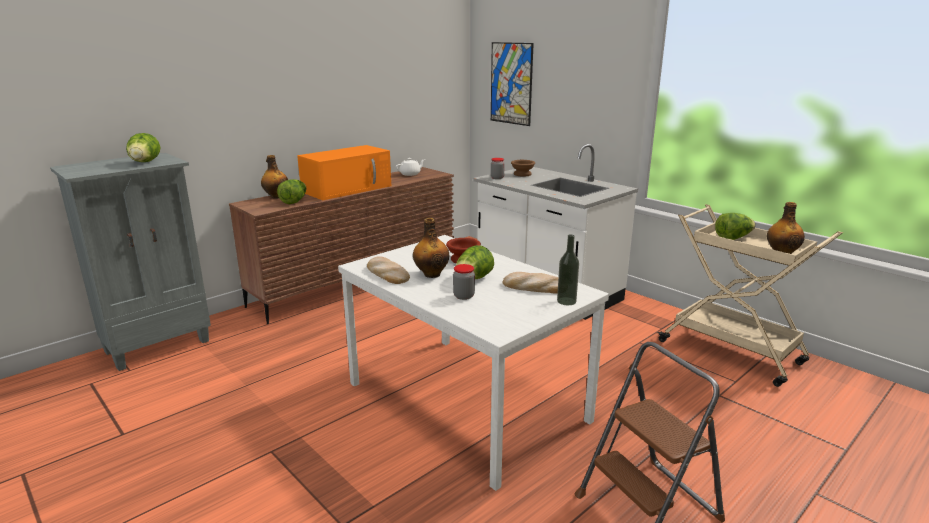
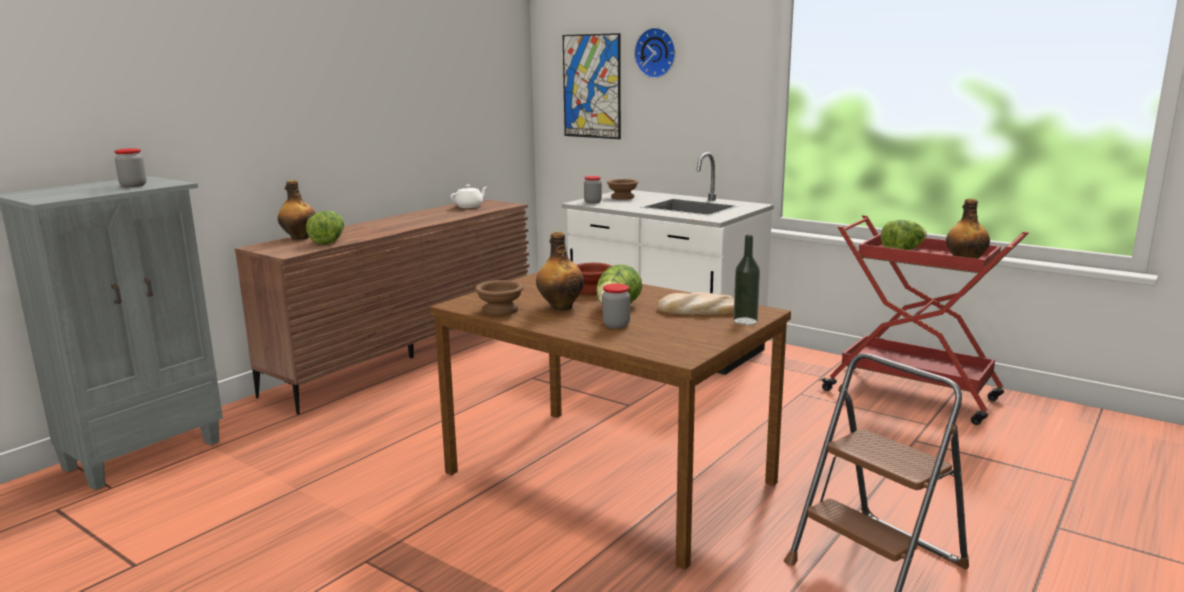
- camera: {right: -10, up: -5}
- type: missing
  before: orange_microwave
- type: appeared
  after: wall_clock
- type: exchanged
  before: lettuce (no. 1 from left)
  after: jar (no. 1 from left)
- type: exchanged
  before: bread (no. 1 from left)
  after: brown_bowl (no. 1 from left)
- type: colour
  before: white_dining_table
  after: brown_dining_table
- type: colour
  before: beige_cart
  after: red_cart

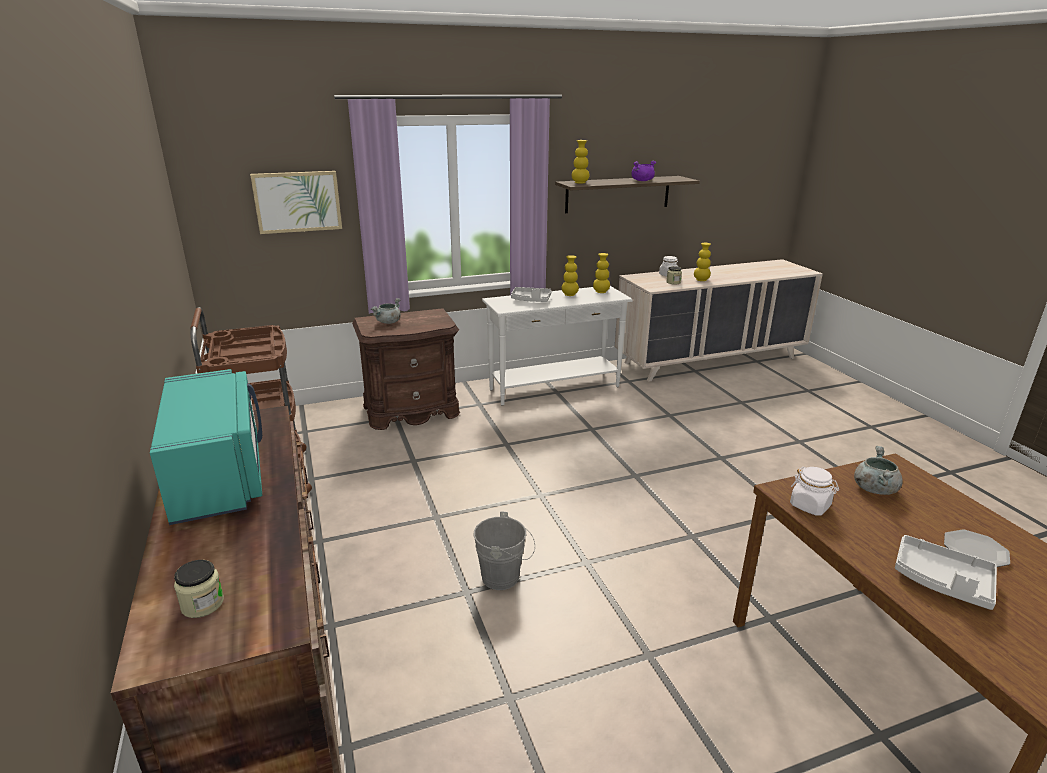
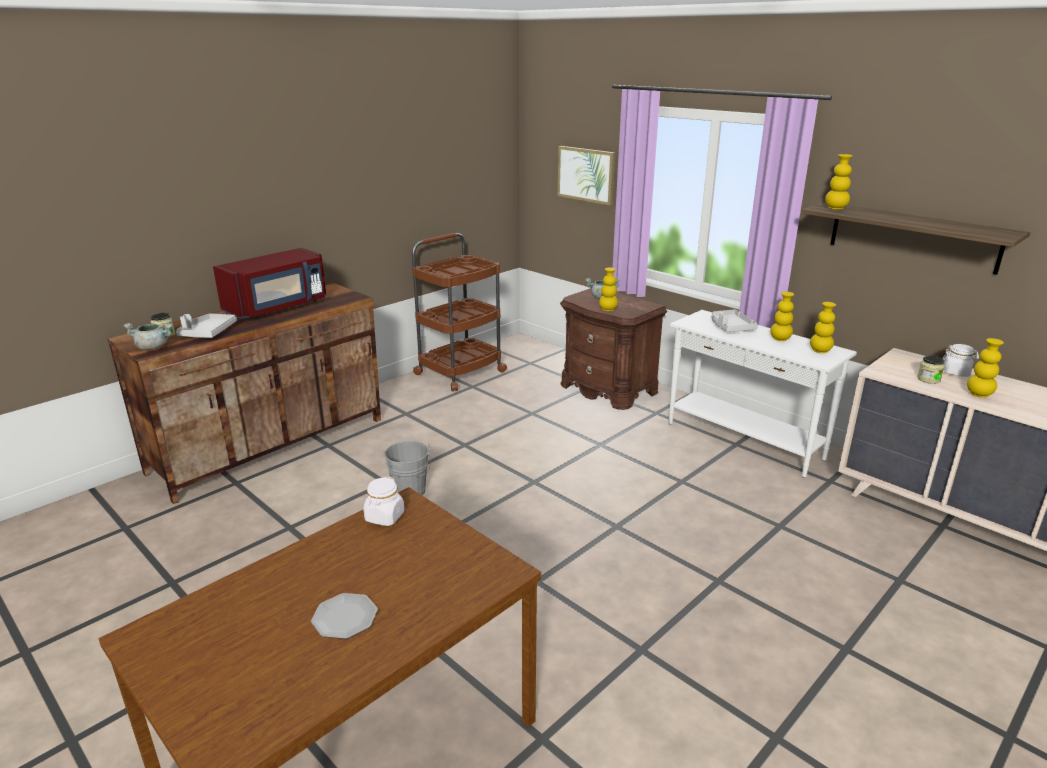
- camera: {right: 65, up: 0}
- type: missing
  before: purple_cooking_pot
- type: appeared
  after: yellow_vase (no. 1 from left)
- type: relocated
  before: grey_cooking_pot (no. 2 from left in the first image)
  after: grey_cooking_pot (no. 1 from left)
- type: relocated
  before: grey_tray (no. 2 from left in the first image)
  after: grey_tray (no. 1 from left)
- type: colour
  before: turquoise_microwave
  after: red_microwave

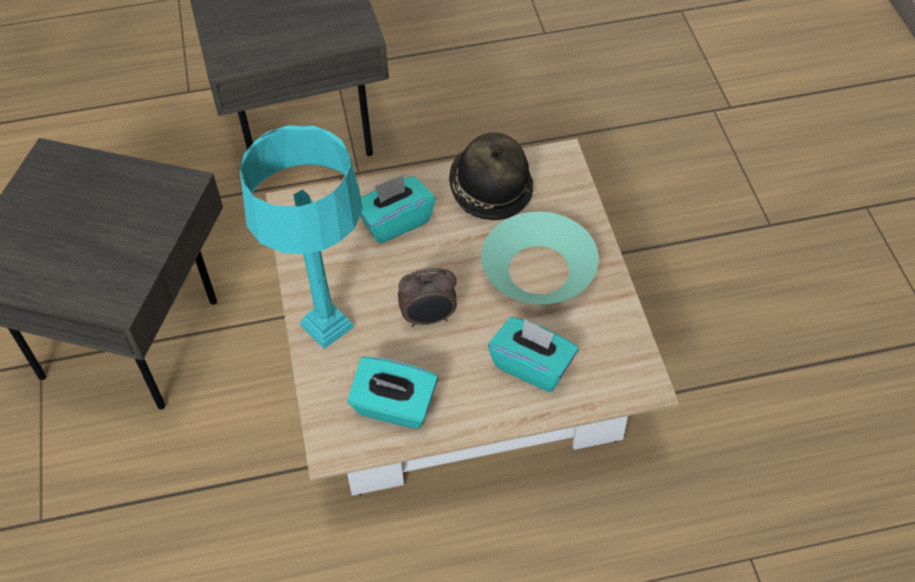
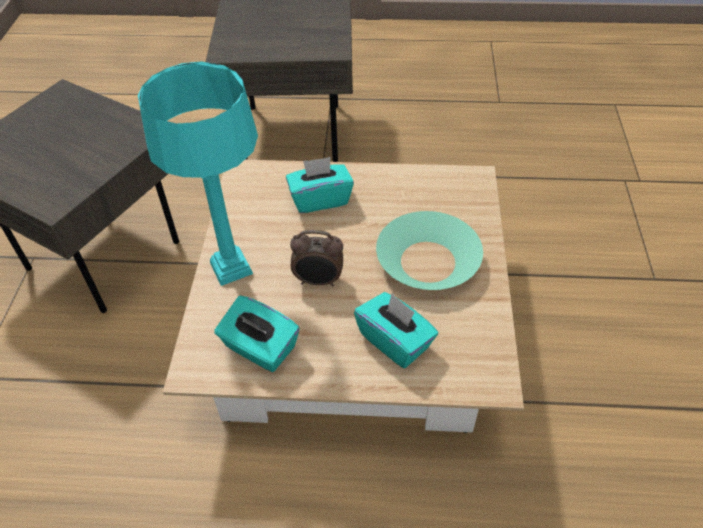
- camera: {right: 15, up: -5}
- type: missing
  before: hat

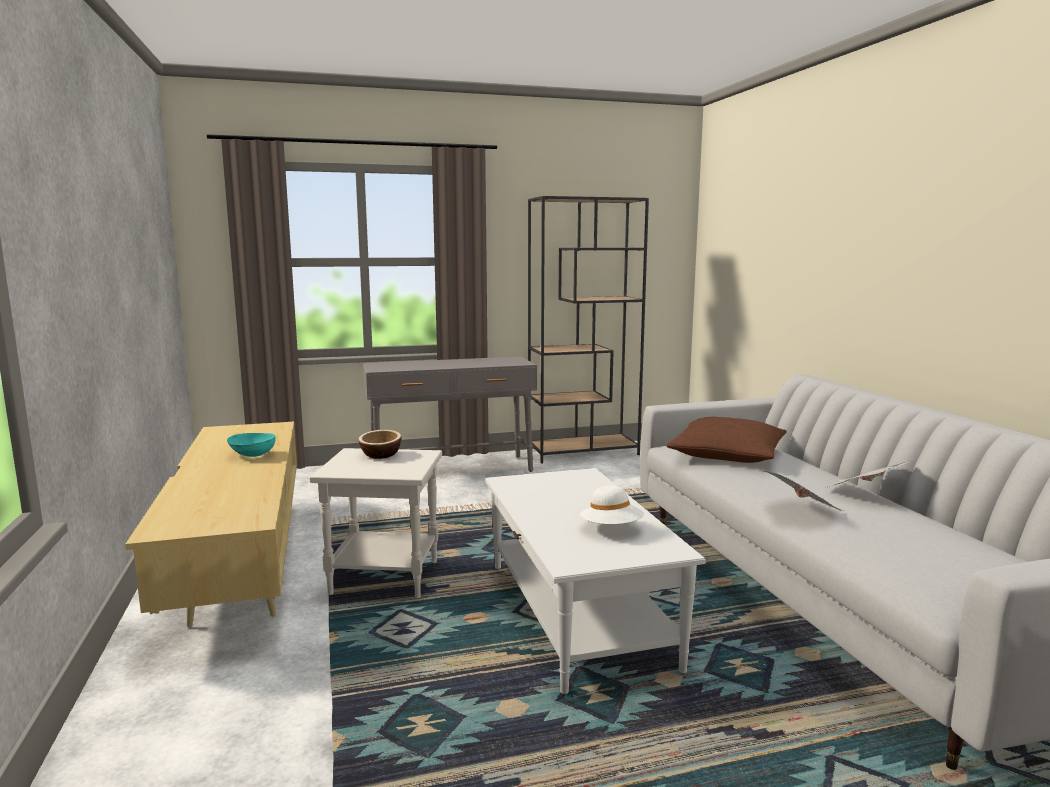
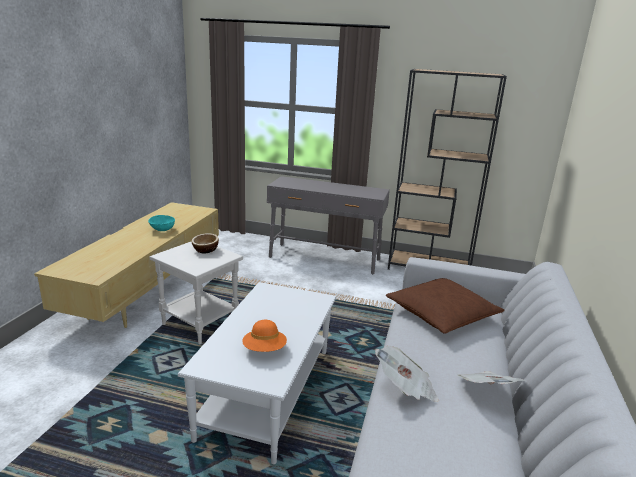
- camera: {right: 30, up: 10}
- type: colour
  before: white_hat
  after: orange_hat

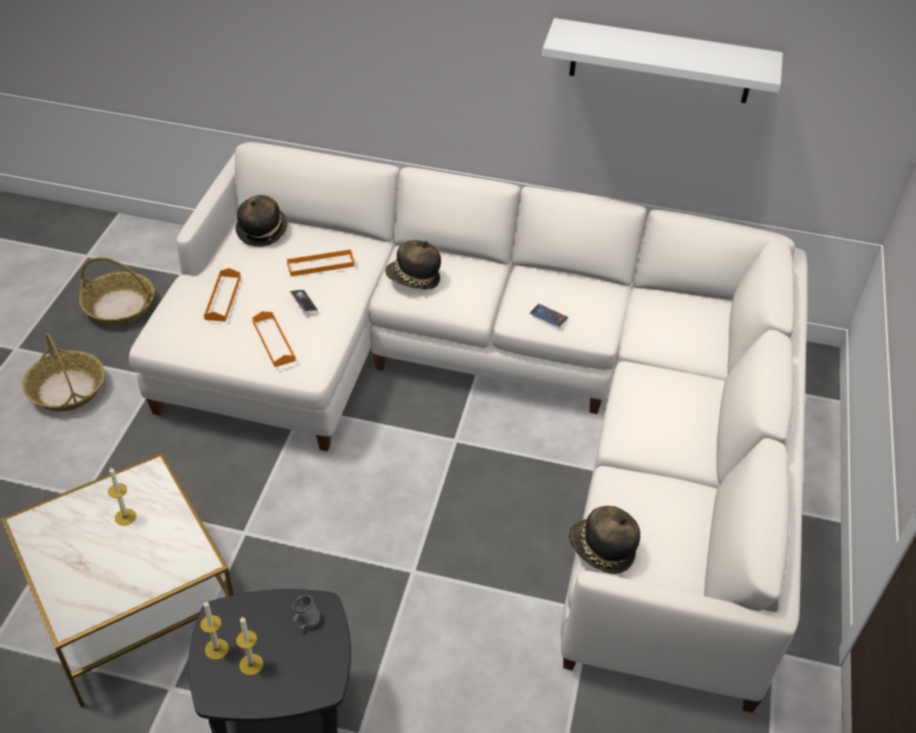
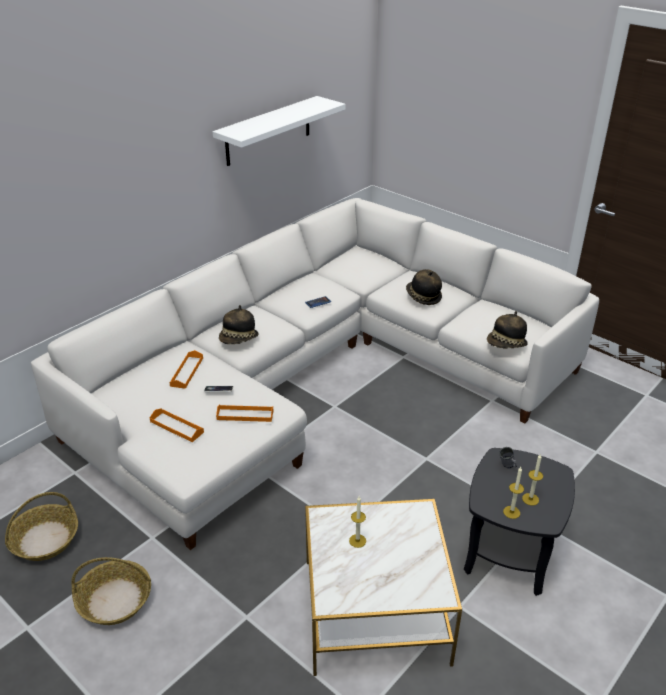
- camera: {right: -60, up: -10}
- type: relocated
  before: hat (no. 1 from left in the first image)
  after: hat (no. 2 from left)

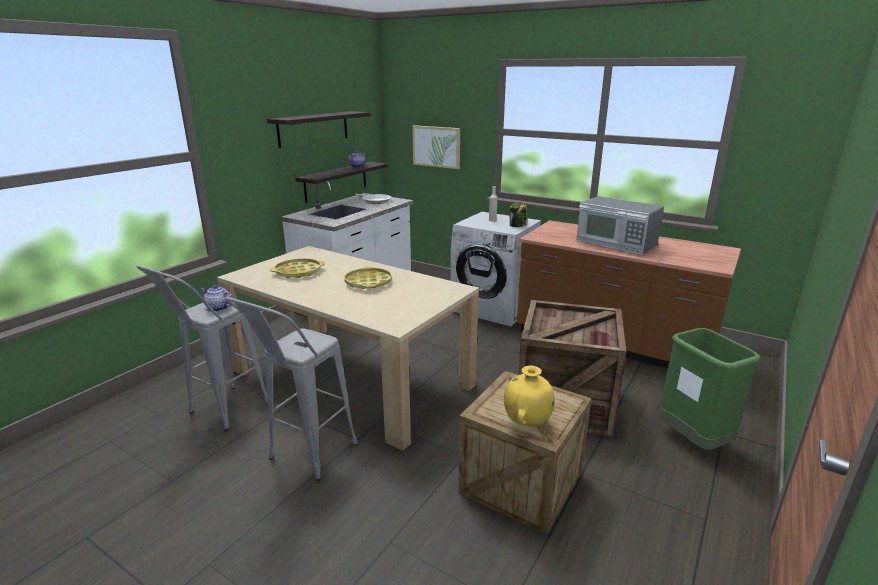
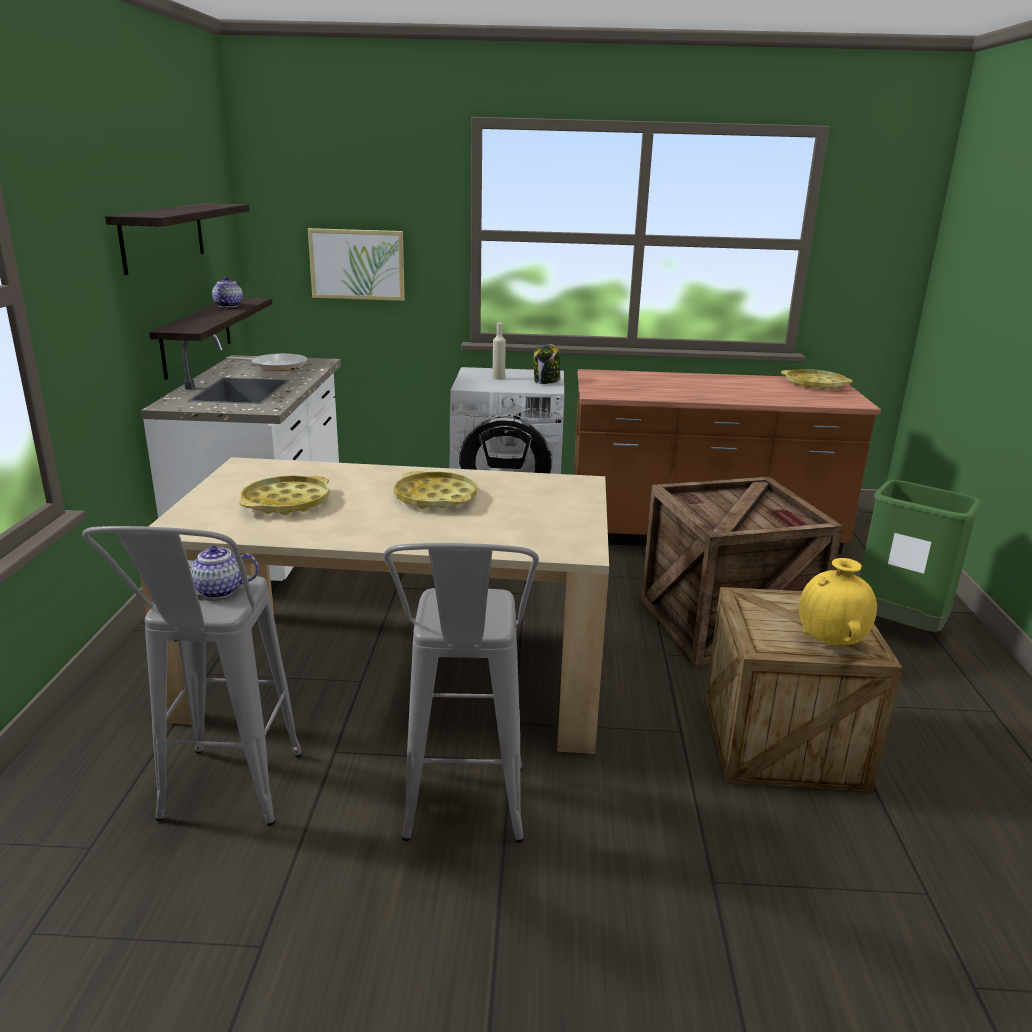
- camera: {right: -30, up: 0}
- type: missing
  before: microwave
- type: appeared
  after: yellow_tray (no. 3 from left)

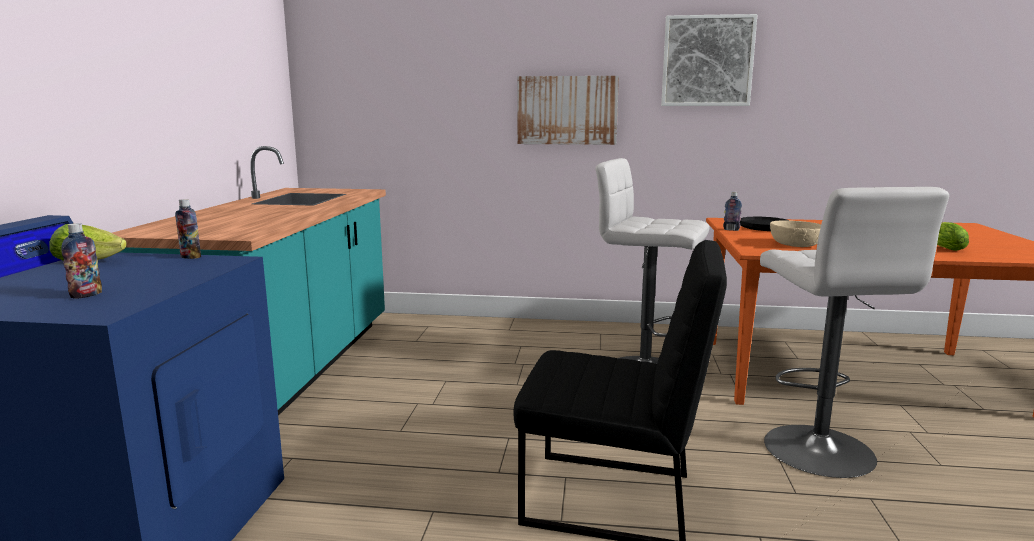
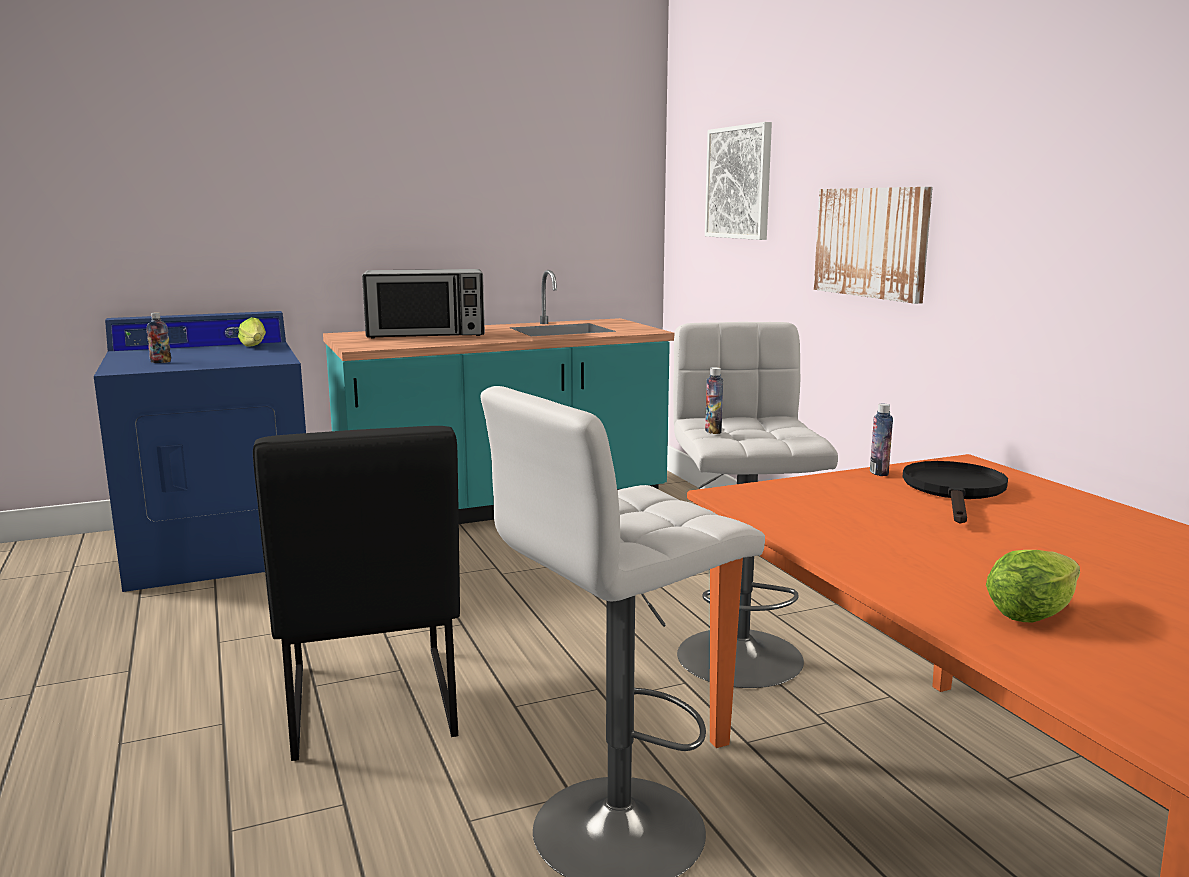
- camera: {right: 60, up: 0}
- type: missing
  before: beige_bowl
- type: appeared
  after: microwave
- type: relocated
  before: bottle (no. 2 from left)
- type: relocated
  before: picture (no. 2 from left in the first image)
  after: picture (no. 1 from left)

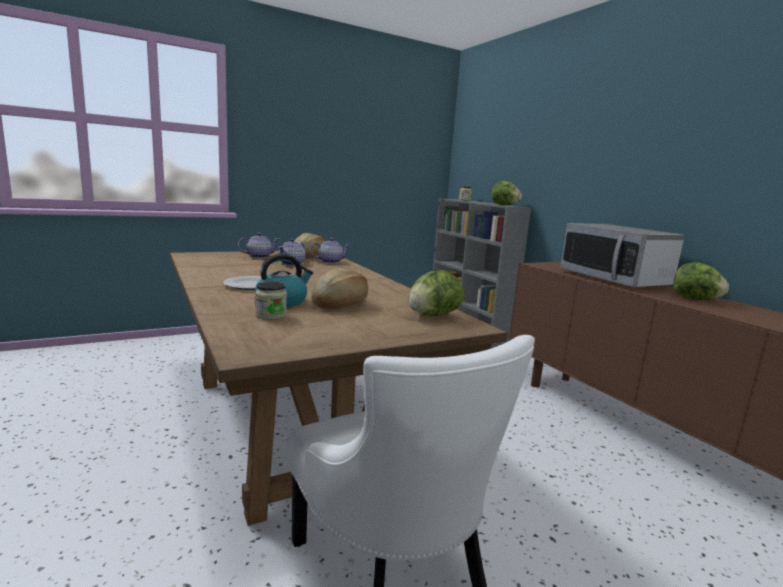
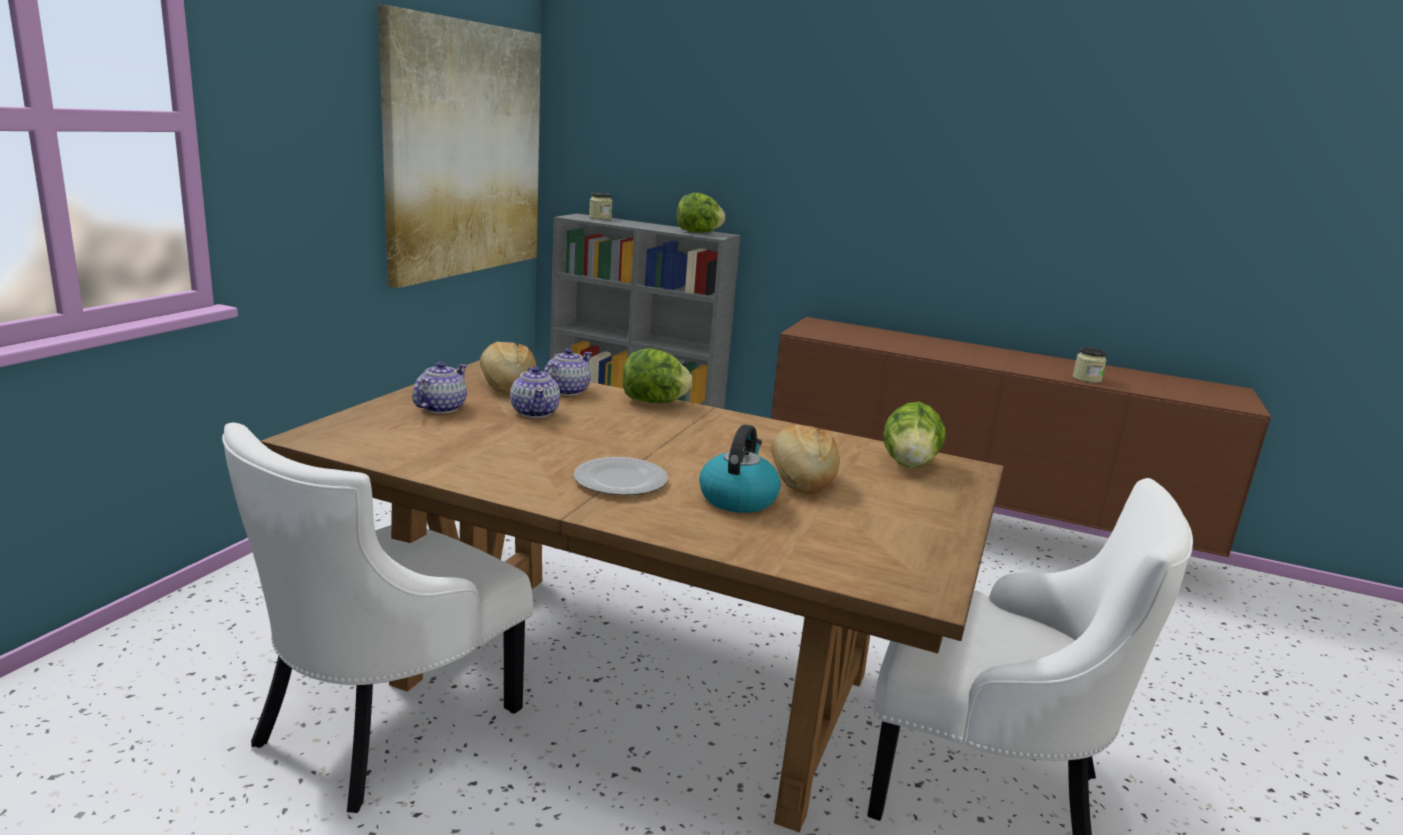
- camera: {right: -40, up: 5}
- type: missing
  before: microwave
- type: appeared
  after: white_chair (no. 1 from left)
- type: appeared
  after: picture
- type: relocated
  before: jar (no. 1 from left in the first image)
  after: jar (no. 2 from left)
- type: relocated
  before: lettuce (no. 3 from left in the first image)
  after: lettuce (no. 1 from left)

